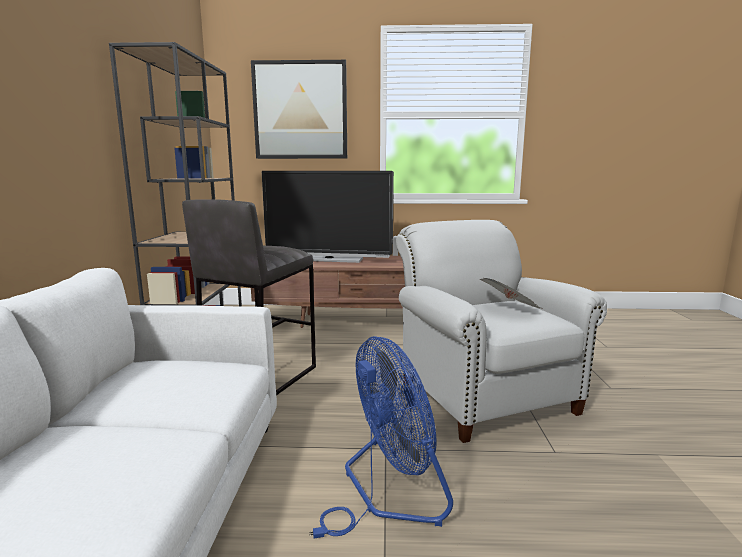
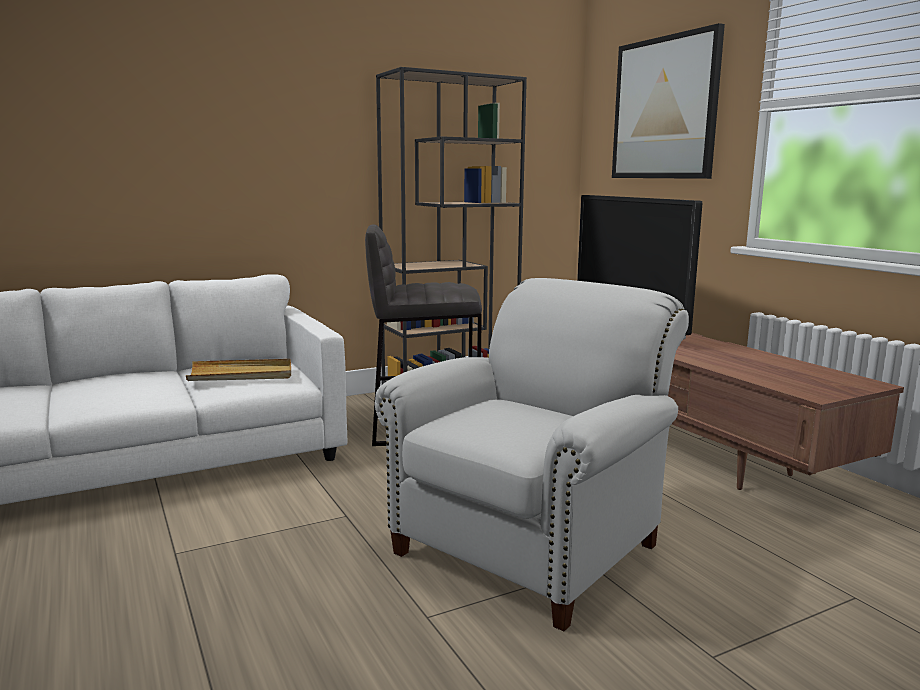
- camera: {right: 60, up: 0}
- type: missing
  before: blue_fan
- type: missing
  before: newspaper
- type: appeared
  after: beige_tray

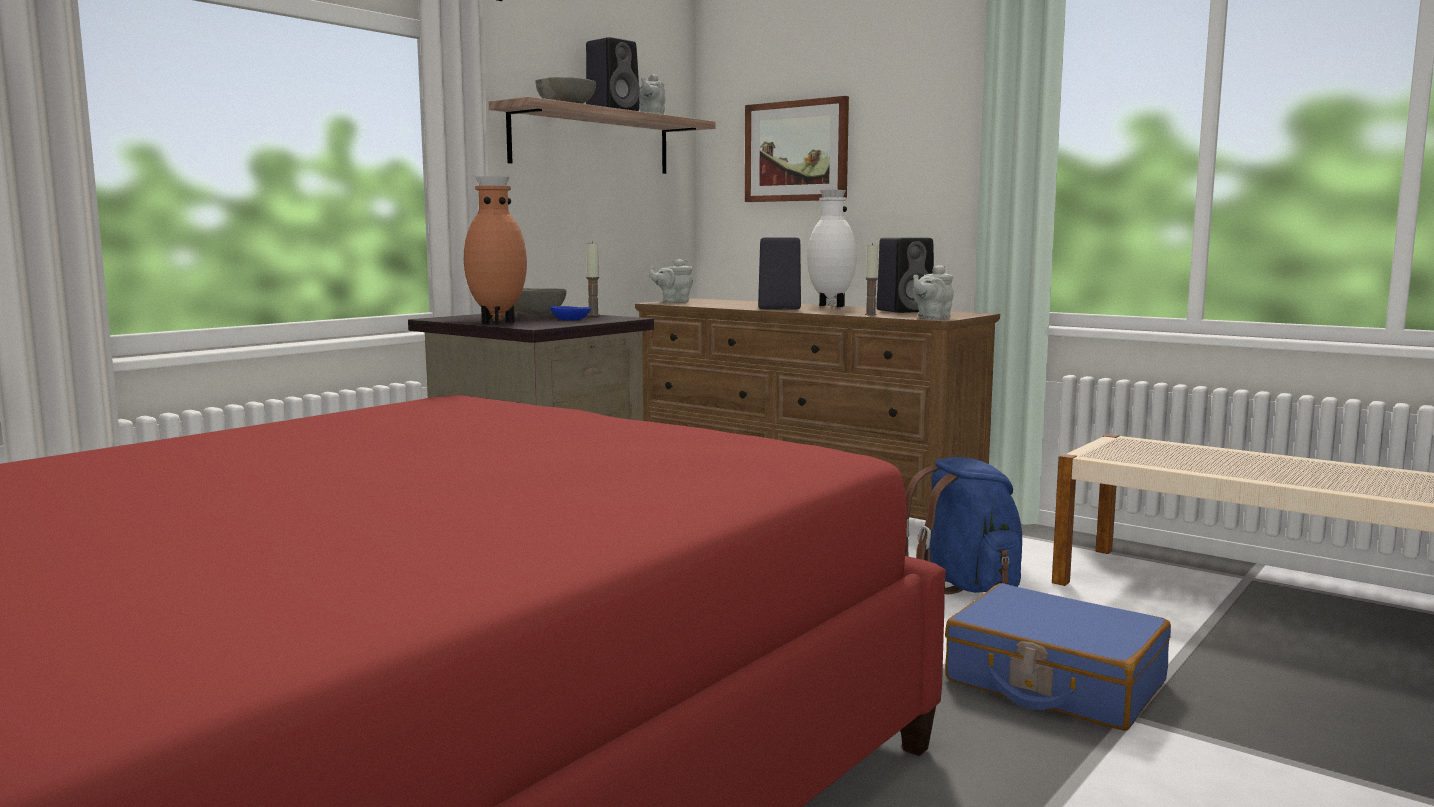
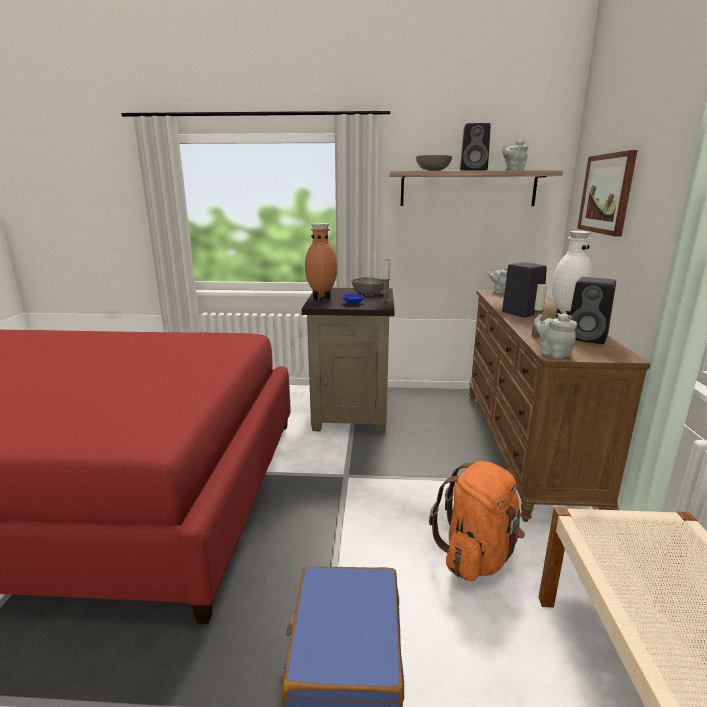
- camera: {right: 55, up: 10}
- type: colour
  before: blue_backpack
  after: orange_backpack
- type: spun
  before: grey_teapot (no. 3 from left)
  turn: 45

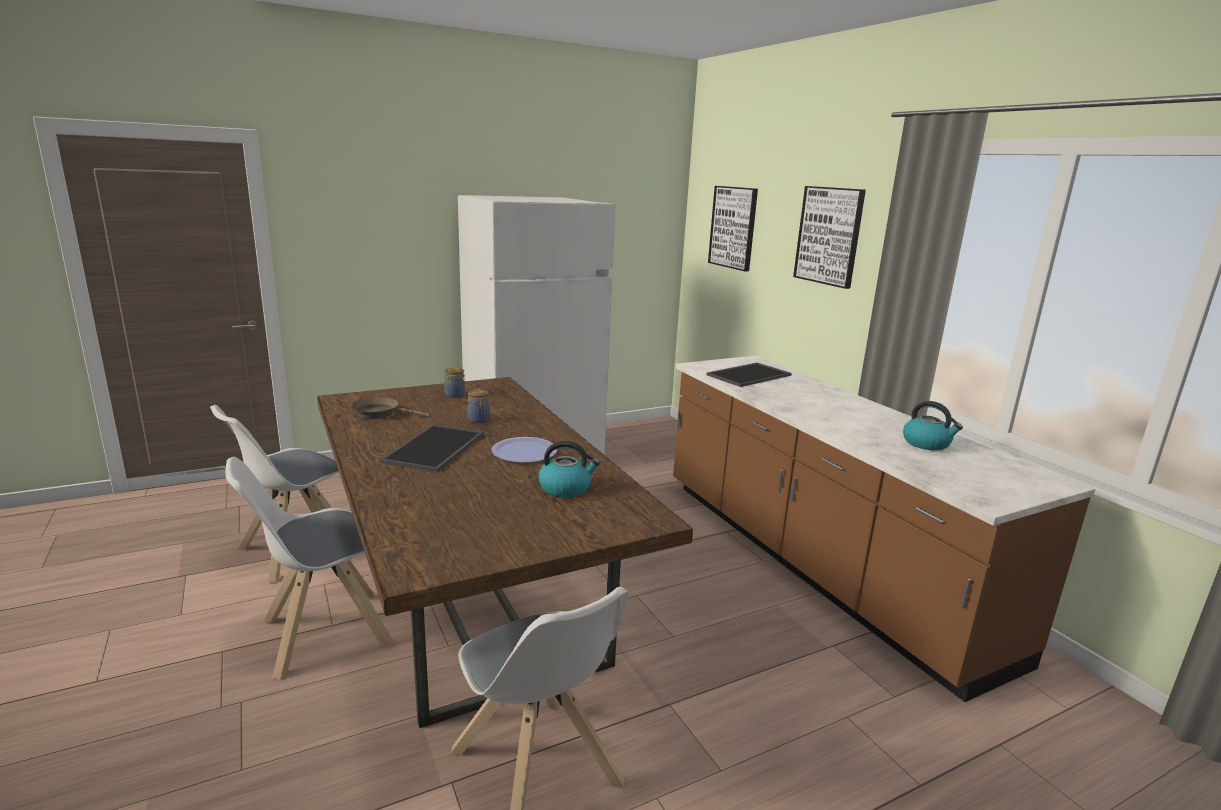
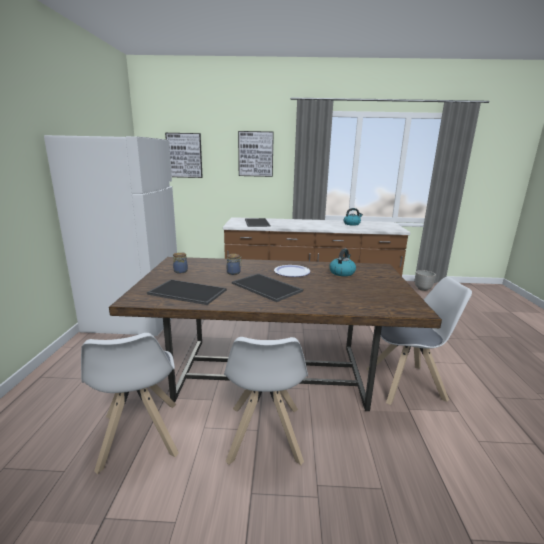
- camera: {right: -60, up: 0}
- type: appeared
  after: planter
- type: exchanged
  before: brown_frying_pan
  after: tray (no. 1 from left)

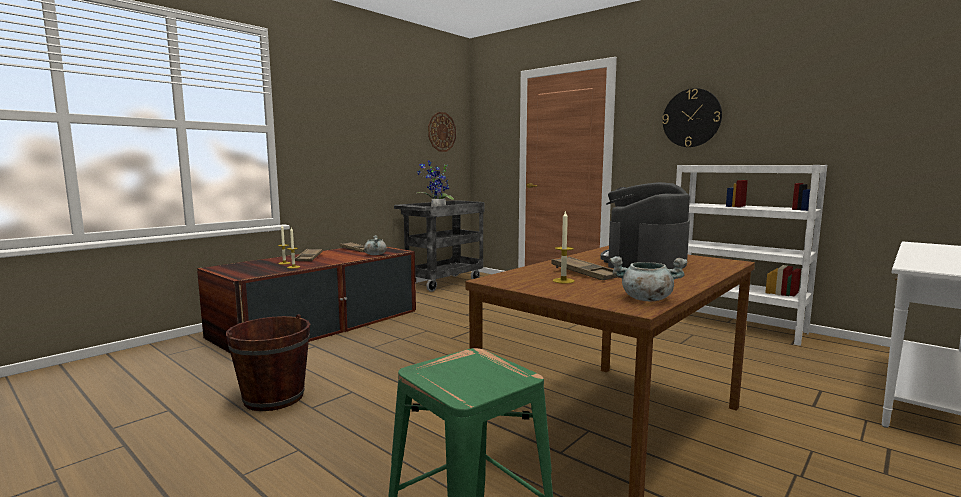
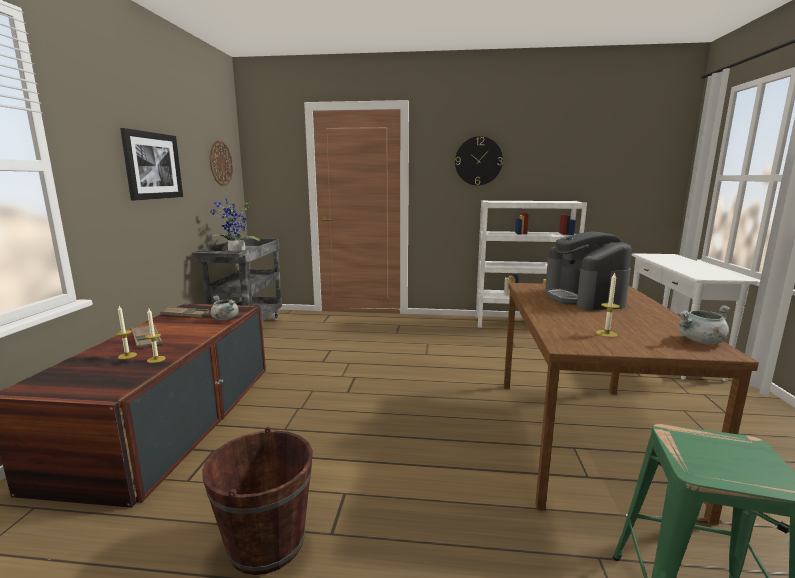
- camera: {right: -35, up: 5}
- type: missing
  before: brown_tray (no. 3 from left)
- type: appeared
  after: picture

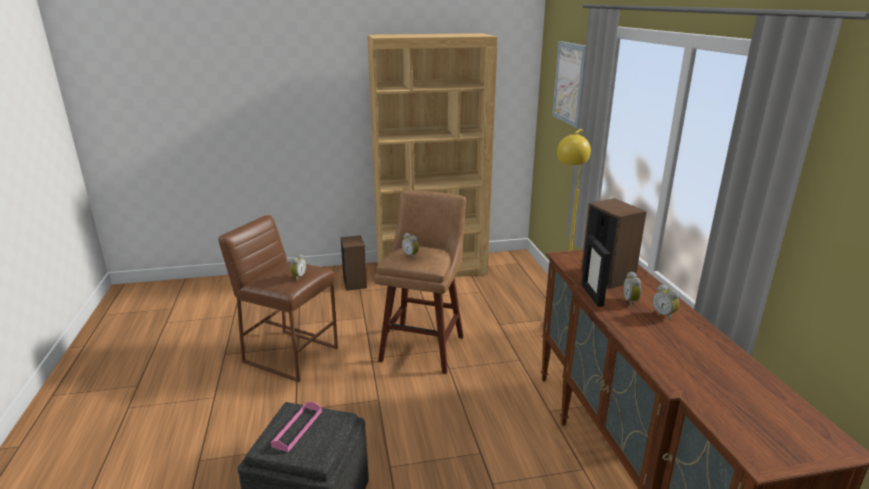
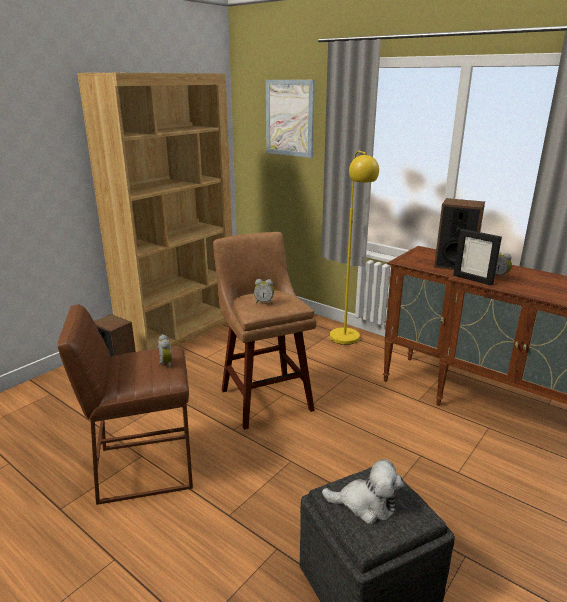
- camera: {right: -40, up: 0}
- type: missing
  before: alarm_clock (no. 4 from left)
- type: exchanged
  before: pink_tray
  after: plush_toy

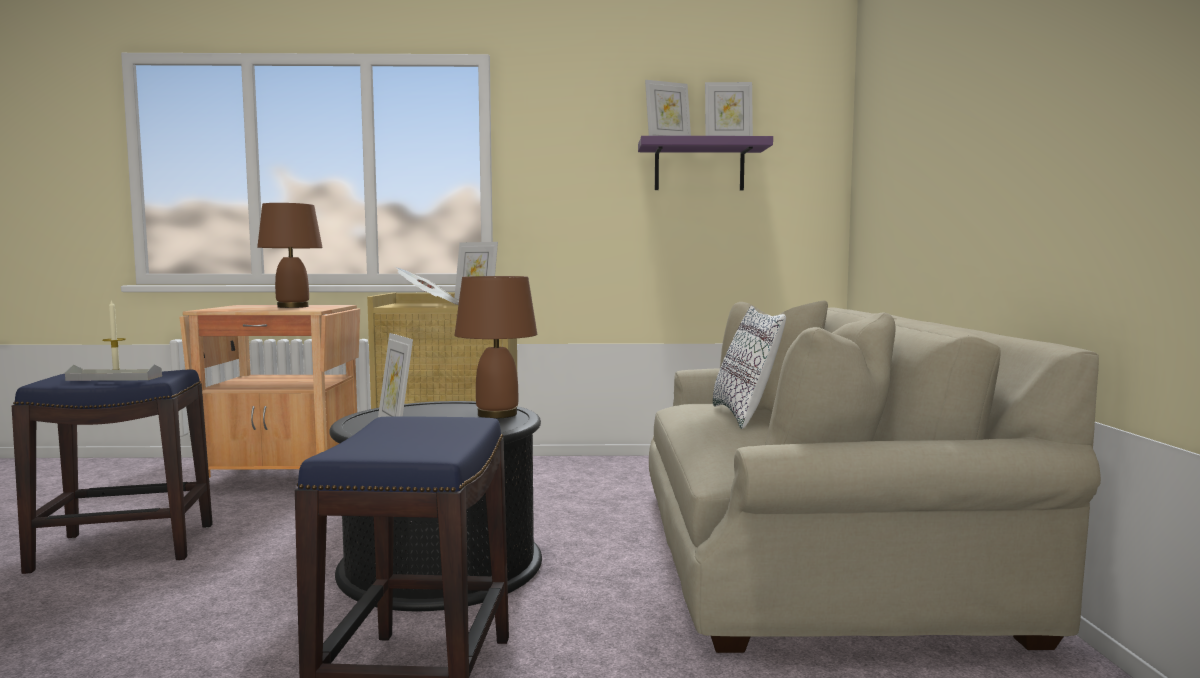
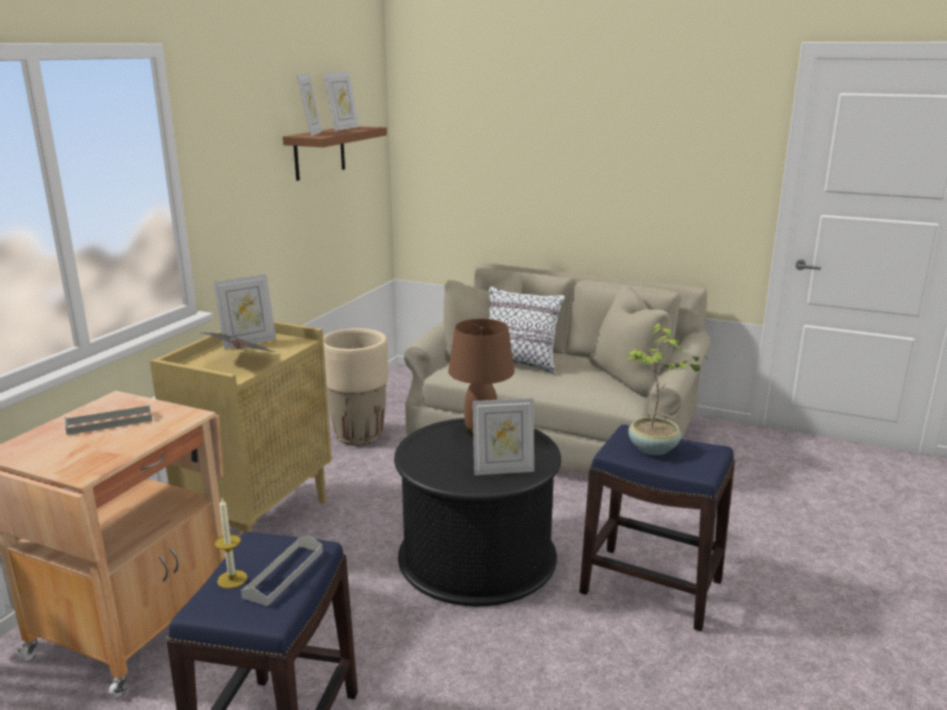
- camera: {right: -65, up: 15}
- type: appeared
  after: beige_planter
- type: appeared
  after: potted_plant
- type: exchanged
  before: brown_table_lamp (no. 1 from left)
  after: grey_tray (no. 1 from left)
- type: colour
  before: purple_shelf
  after: brown_shelf

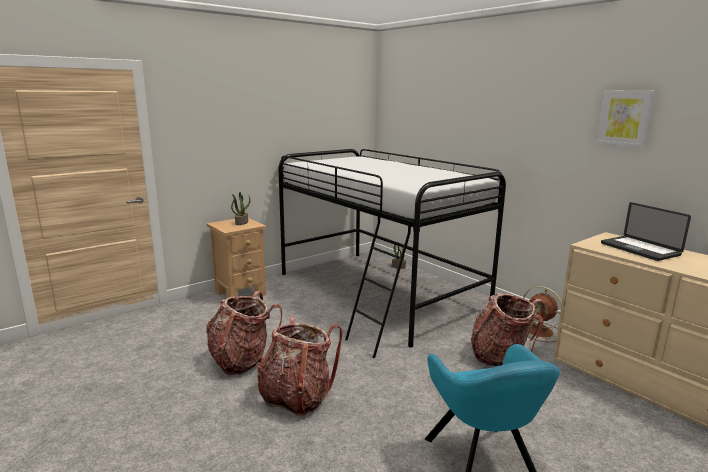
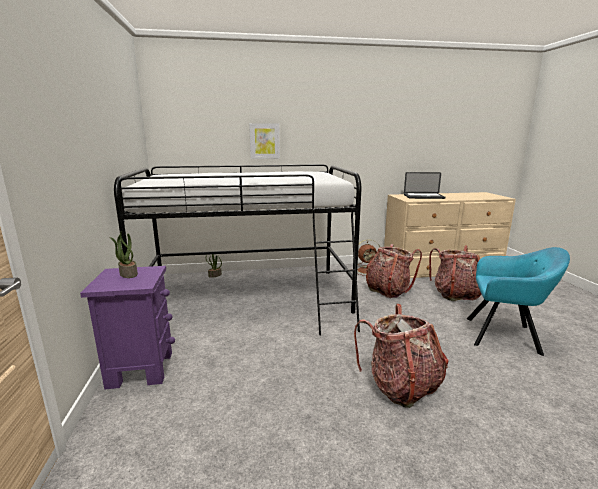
- camera: {right: -60, up: 0}
- type: relocated
  before: backpack (no. 1 from left in the first image)
  after: backpack (no. 3 from left)
- type: relocated
  before: picture
- type: colour
  before: beige_nightstand
  after: purple_nightstand

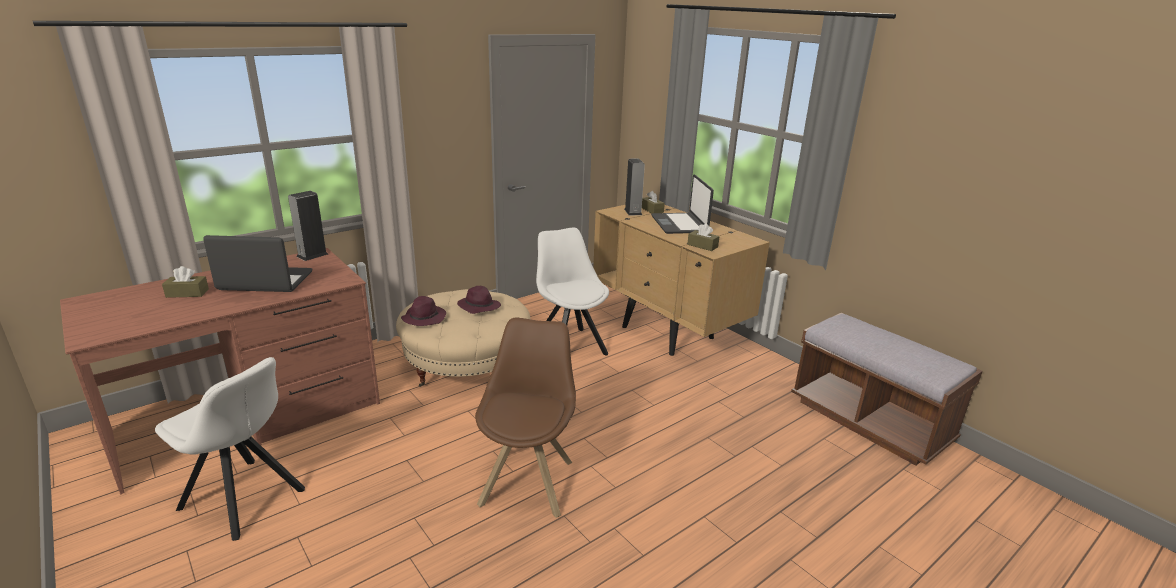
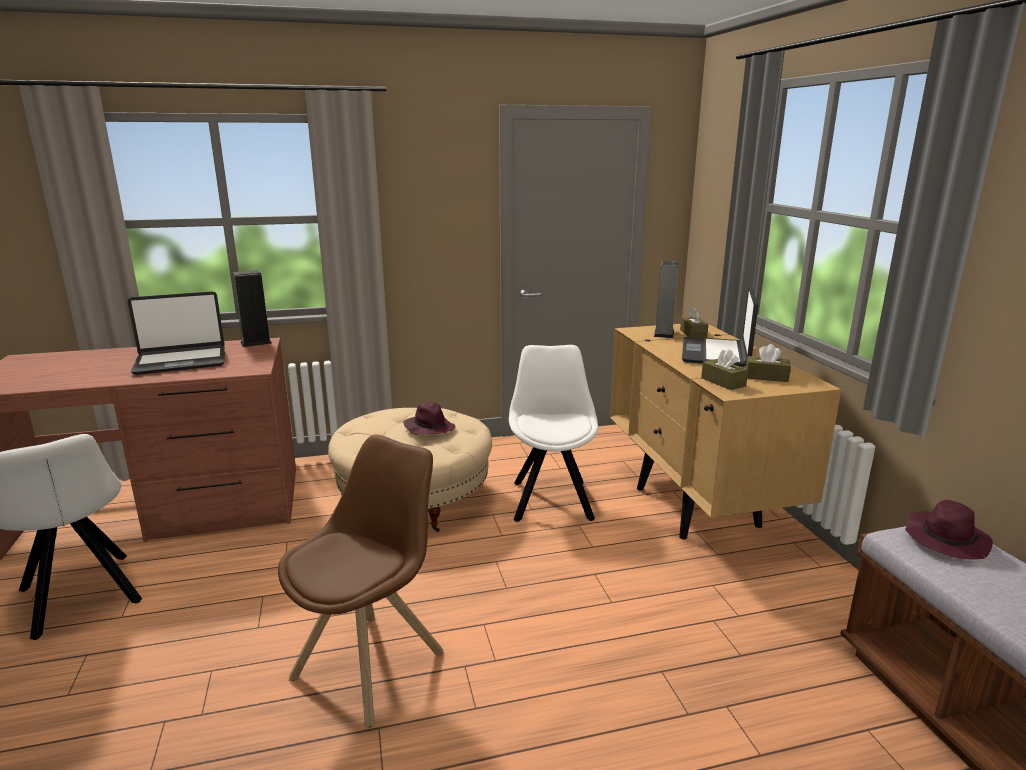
- camera: {right: 25, up: -5}
- type: relocated
  before: brown_tissue_box (no. 1 from left in the first image)
  after: brown_tissue_box (no. 3 from left)
- type: relocated
  before: purple_hat (no. 1 from left in the first image)
  after: purple_hat (no. 2 from left)
- type: spun
  before: laptop (no. 1 from left)
  turn: 135

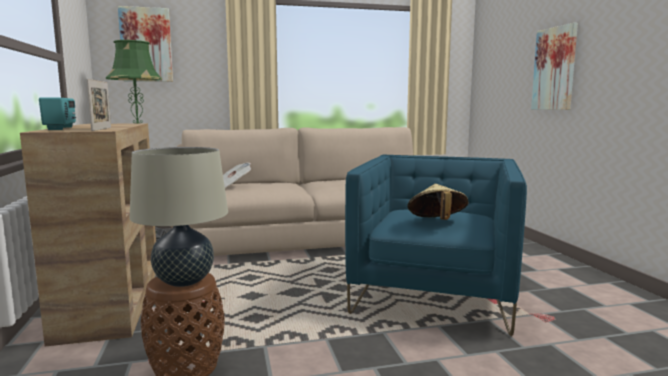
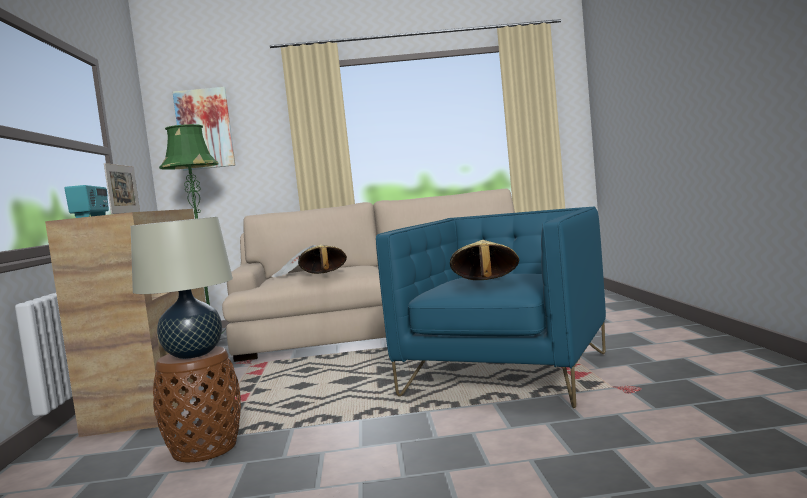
- camera: {right: 10, up: -5}
- type: missing
  before: picture (no. 2 from left)
- type: appeared
  after: beige_hat (no. 1 from left)

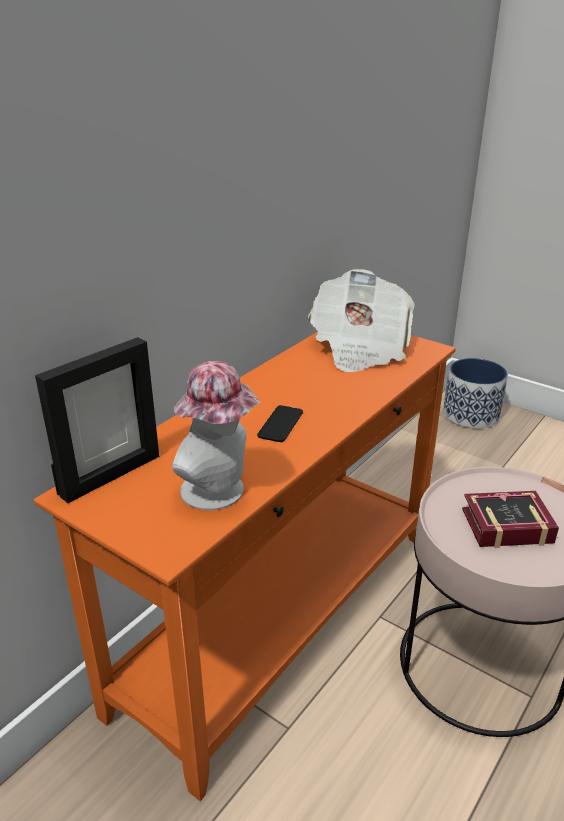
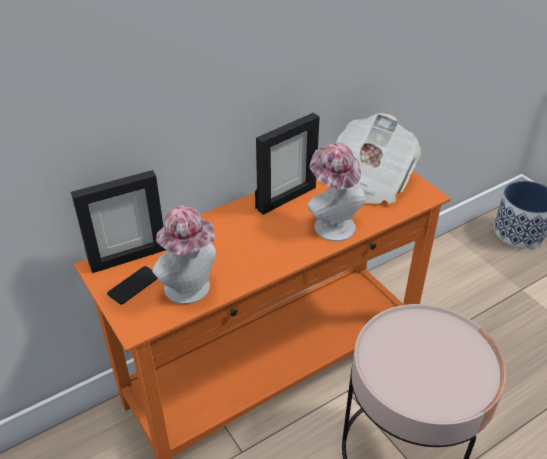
- camera: {right: 20, up: 10}
- type: missing
  before: book
- type: appeared
  after: picture_frame (no. 2 from left)
- type: appeared
  after: hat (no. 2 from left)
- type: relocated
  before: phone

